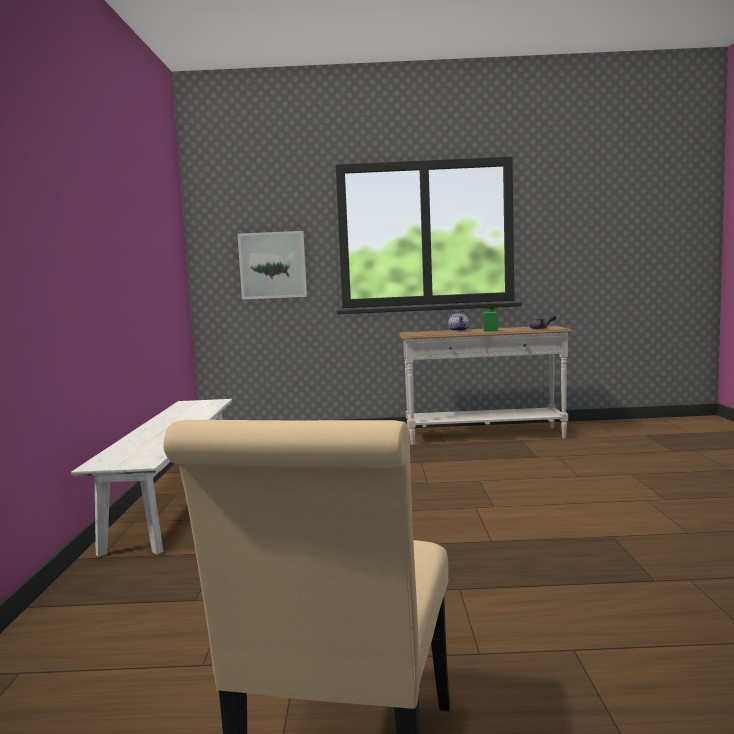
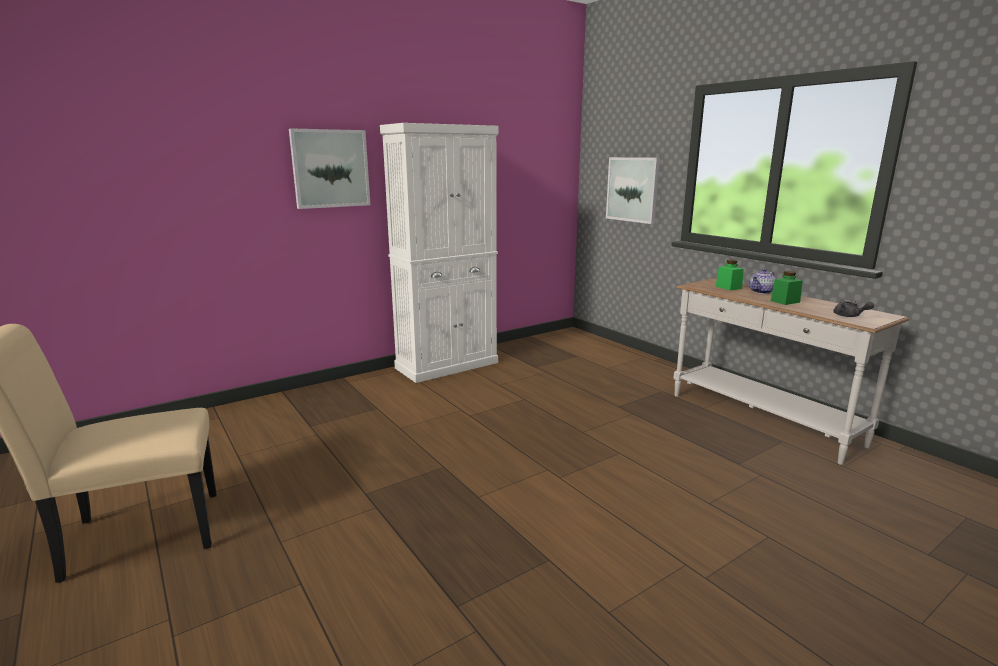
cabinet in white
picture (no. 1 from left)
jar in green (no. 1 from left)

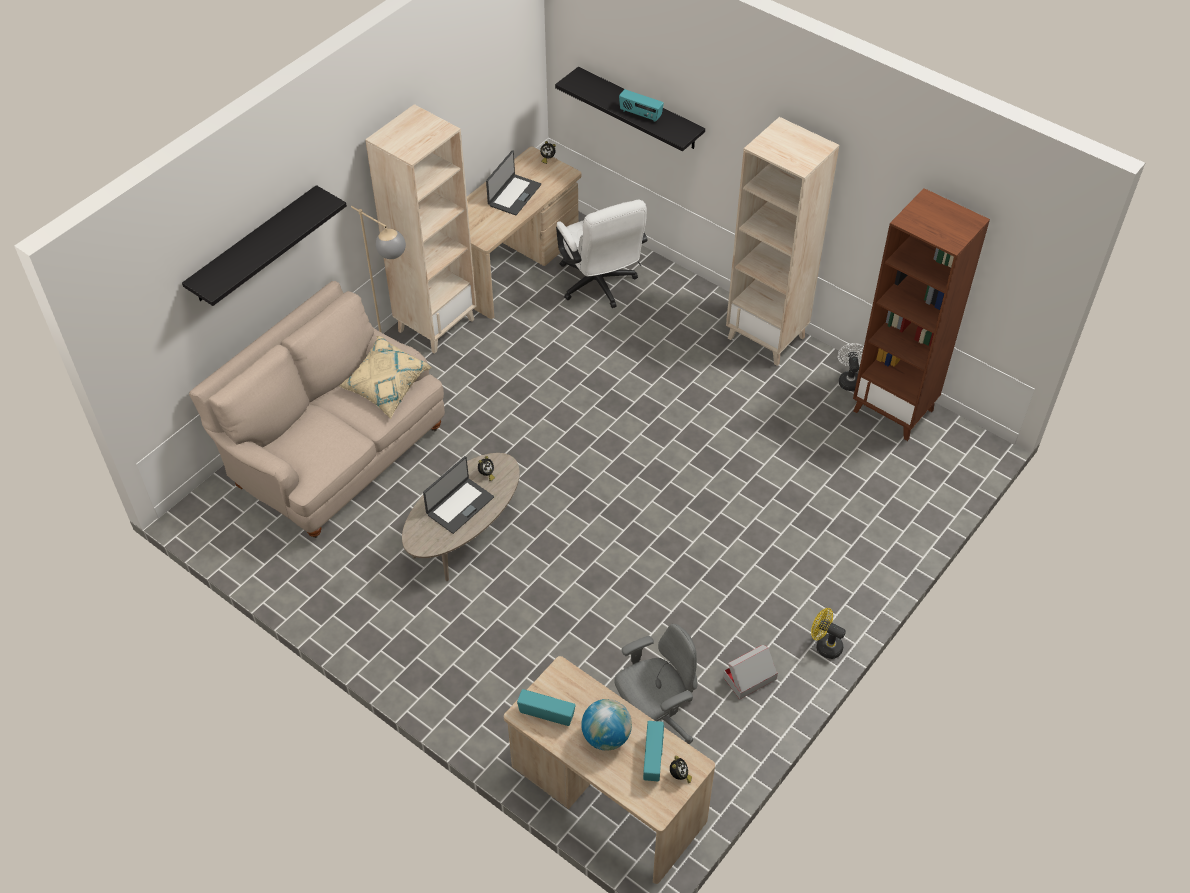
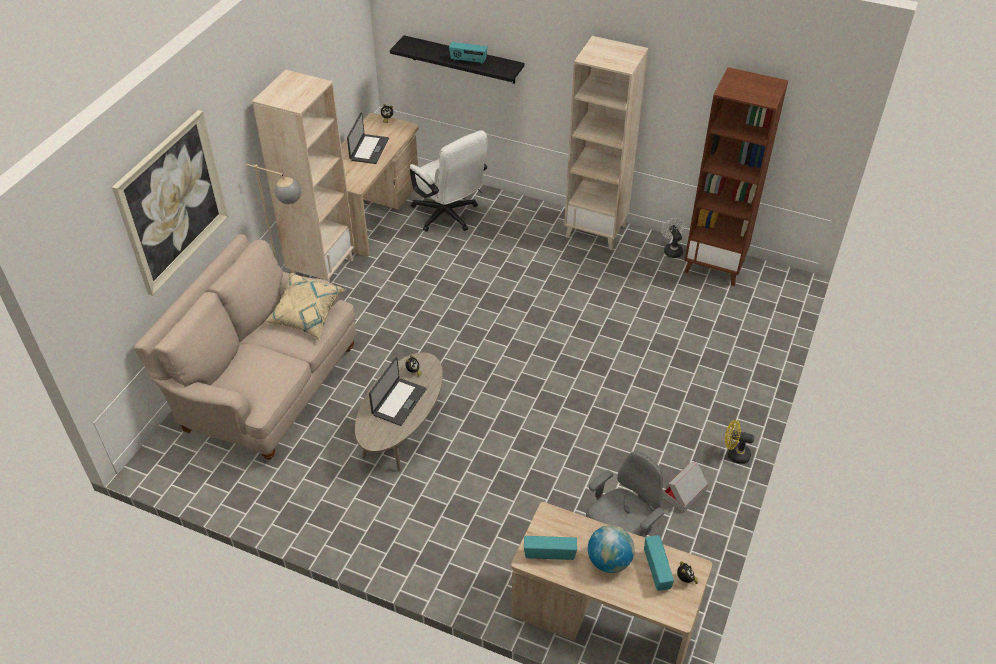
picture

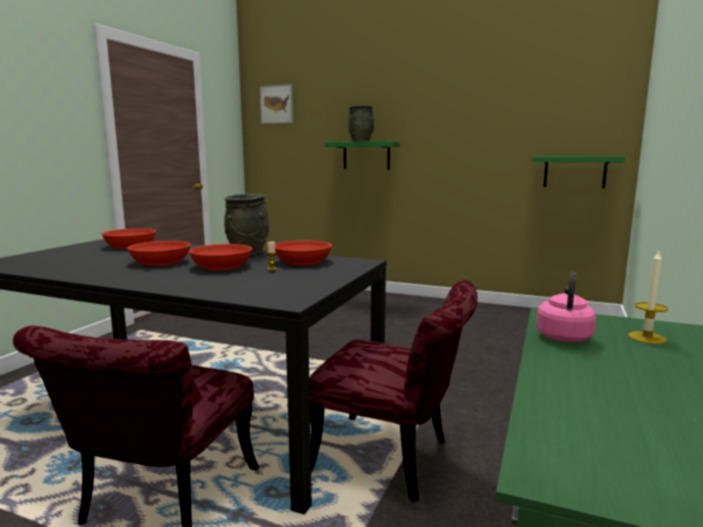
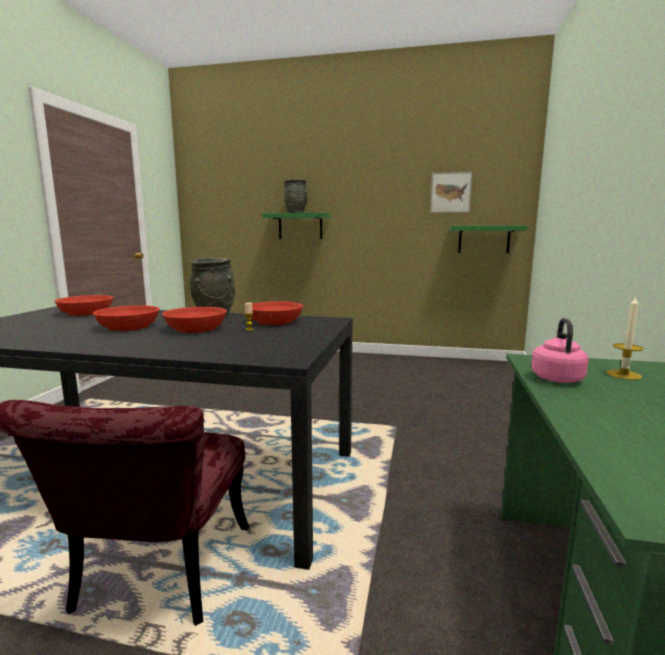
picture
chair in red (no. 2 from left in the first image)

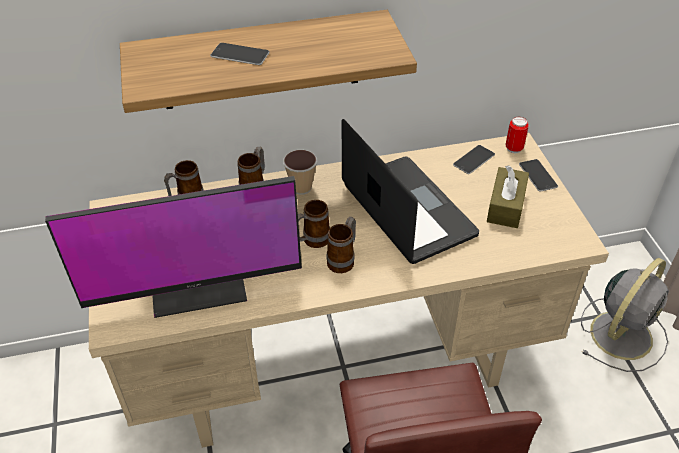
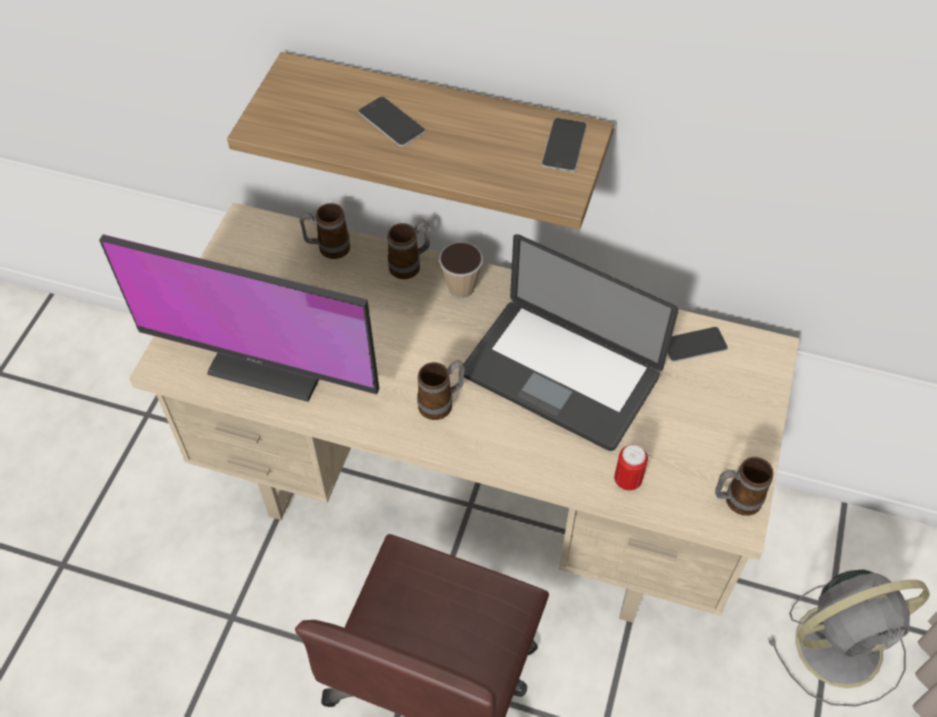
mug (no. 4 from left)
laptop
tissue box in brown
can
phone (no. 2 from left)

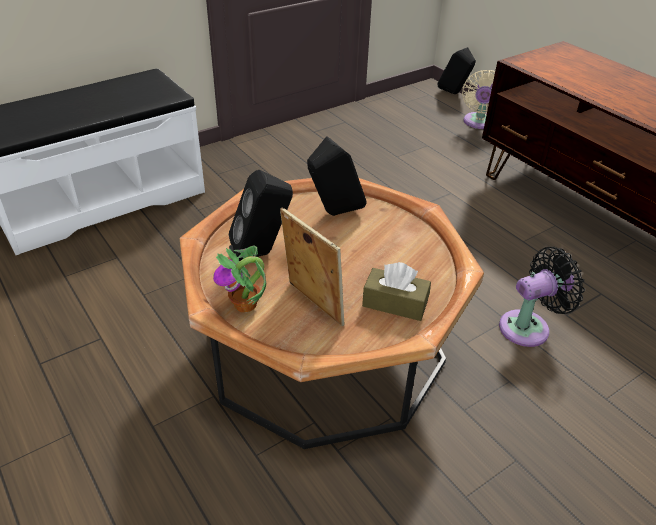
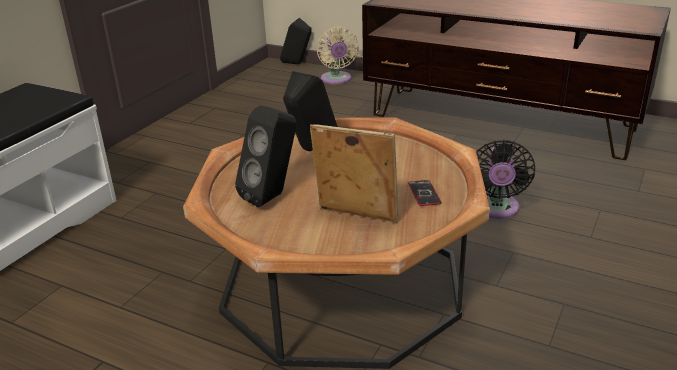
potted plant
phone
fan in black

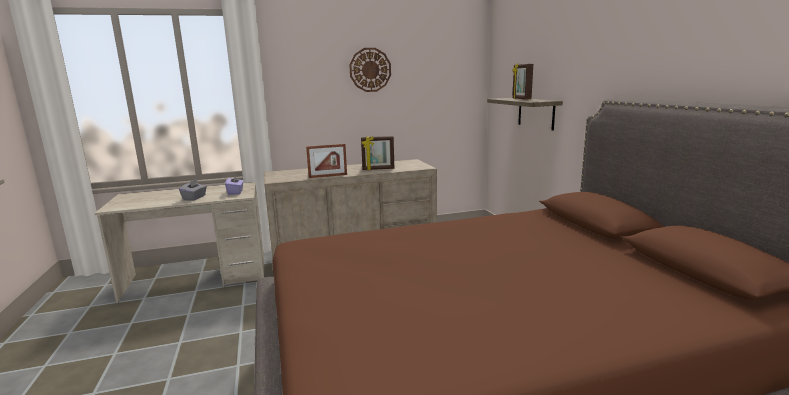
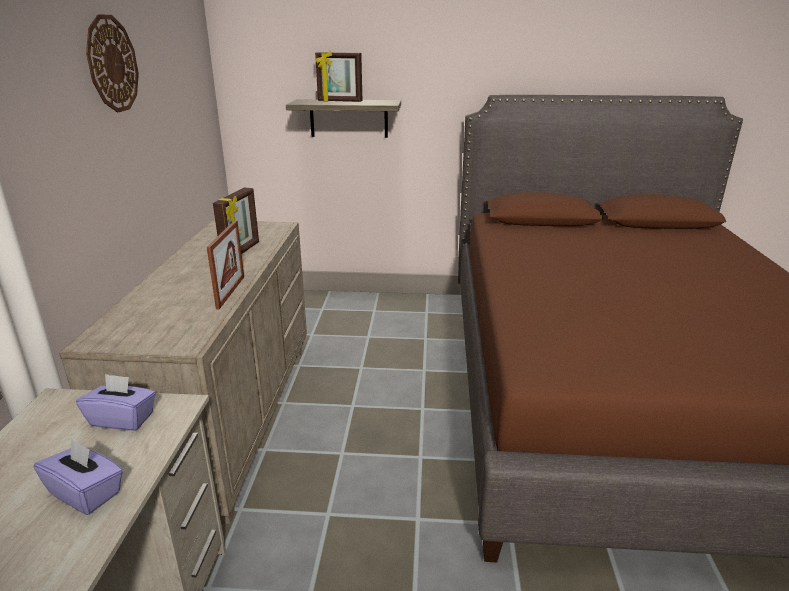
tissue box in purple (no. 1 from left)

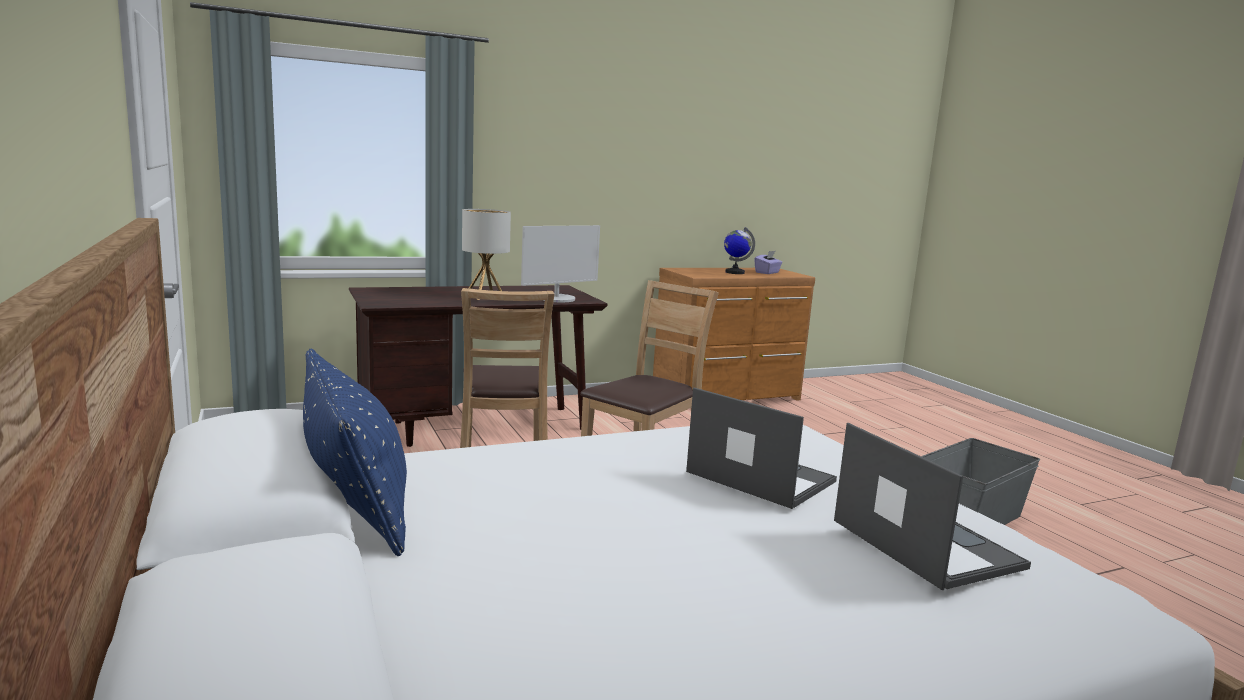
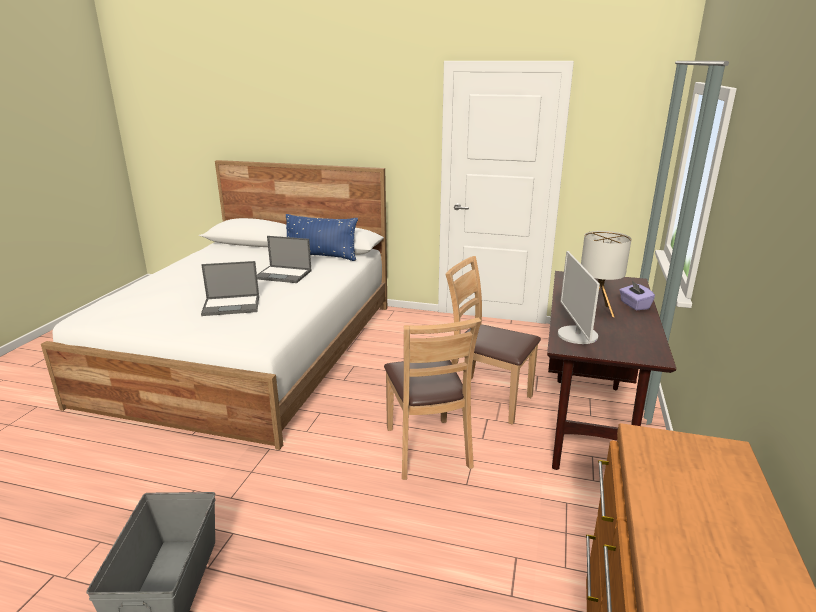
globe
tissue box in purple
laptop (no. 2 from left)

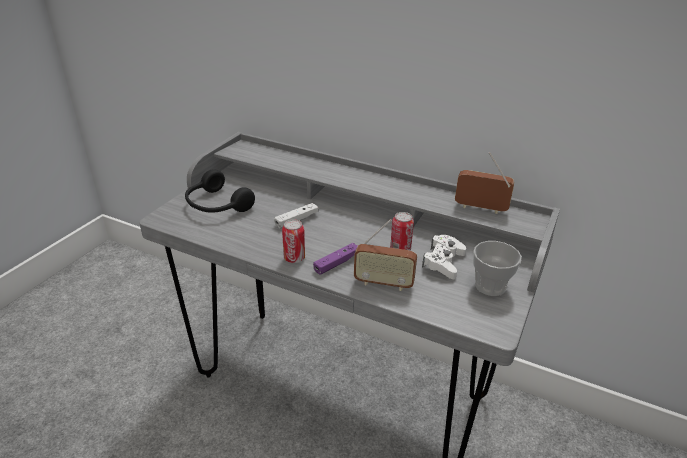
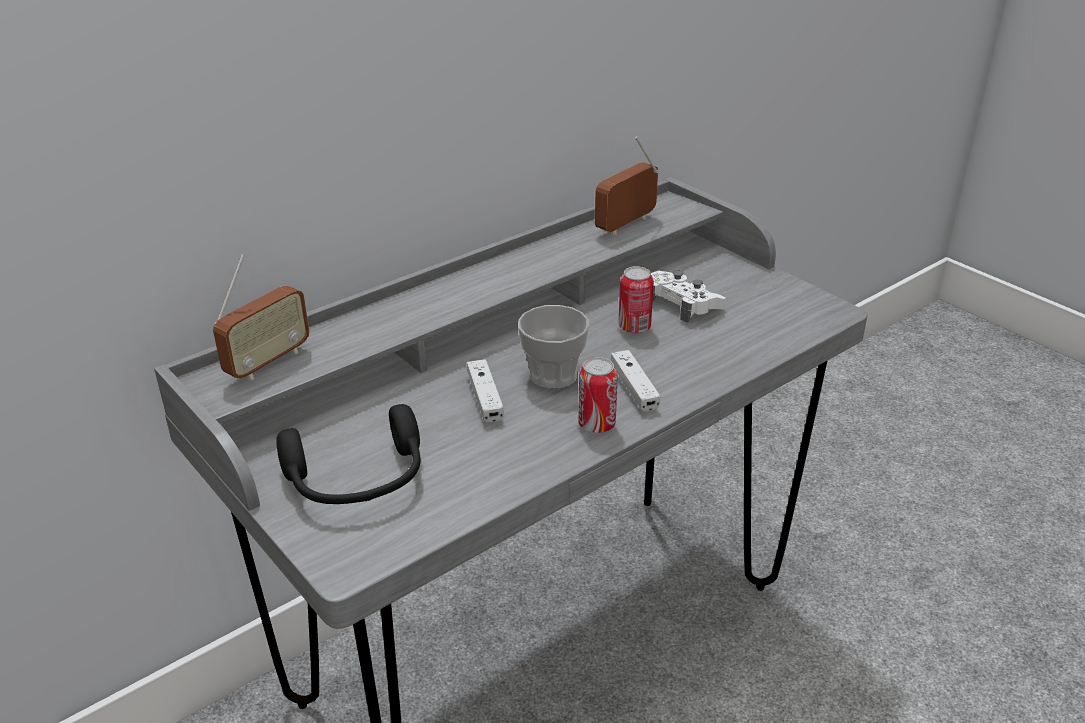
game controller in white (no. 2 from left)
radio (no. 1 from left)
cup

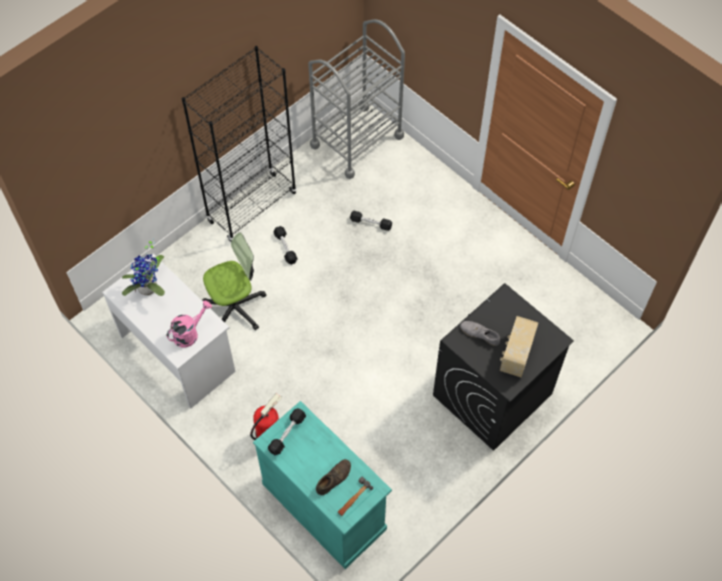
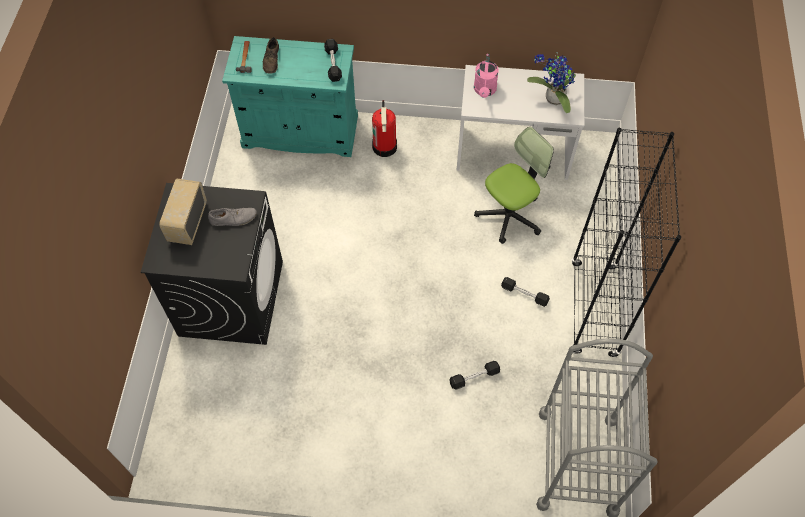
office chair
radio

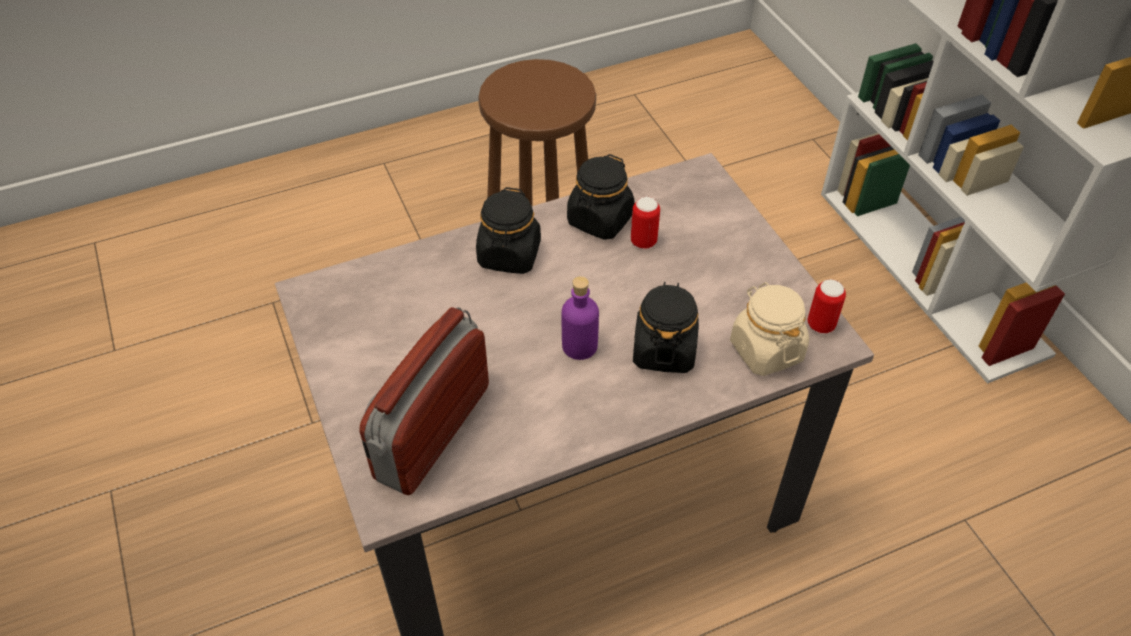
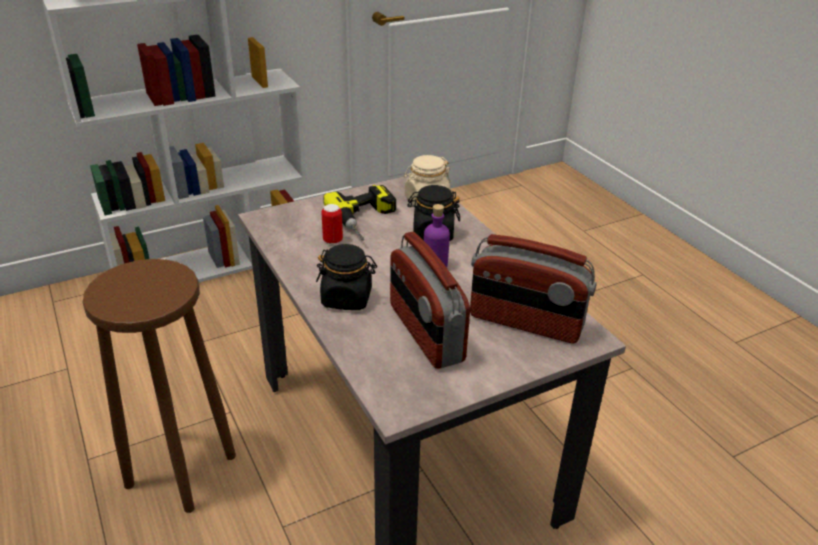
jar in black (no. 2 from left in the first image)
can (no. 2 from left in the first image)
power drill
radio (no. 1 from left)

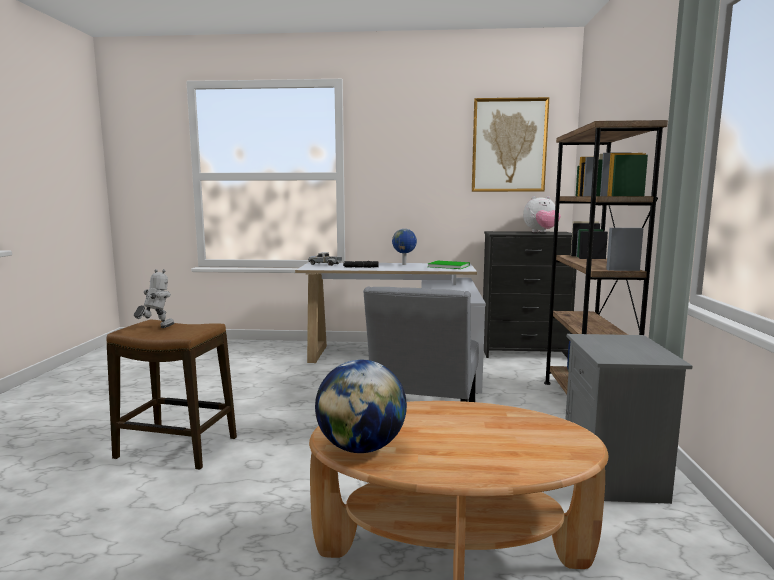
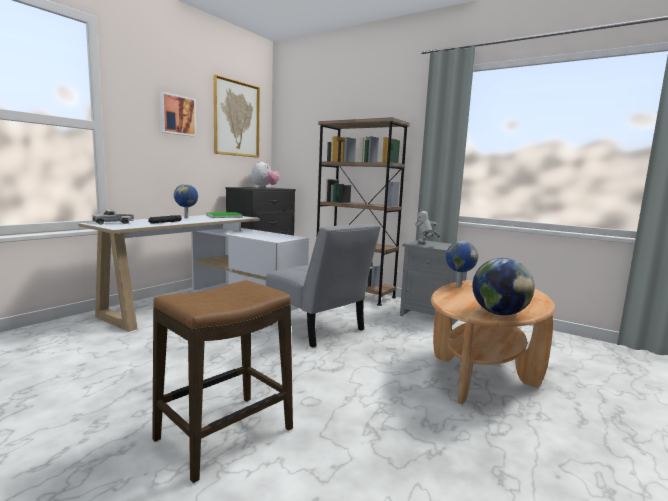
toy robot
picture (no. 1 from left)
globe (no. 2 from left)

